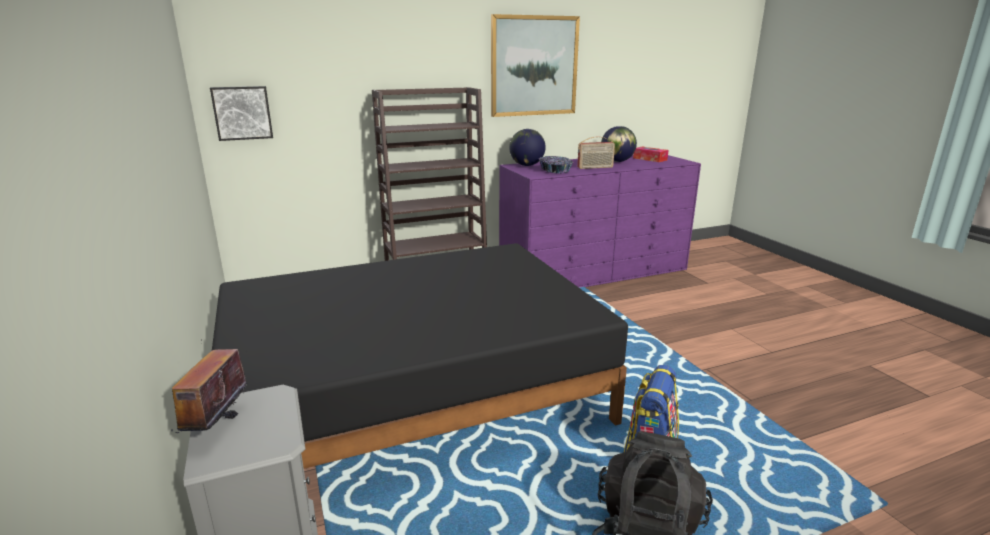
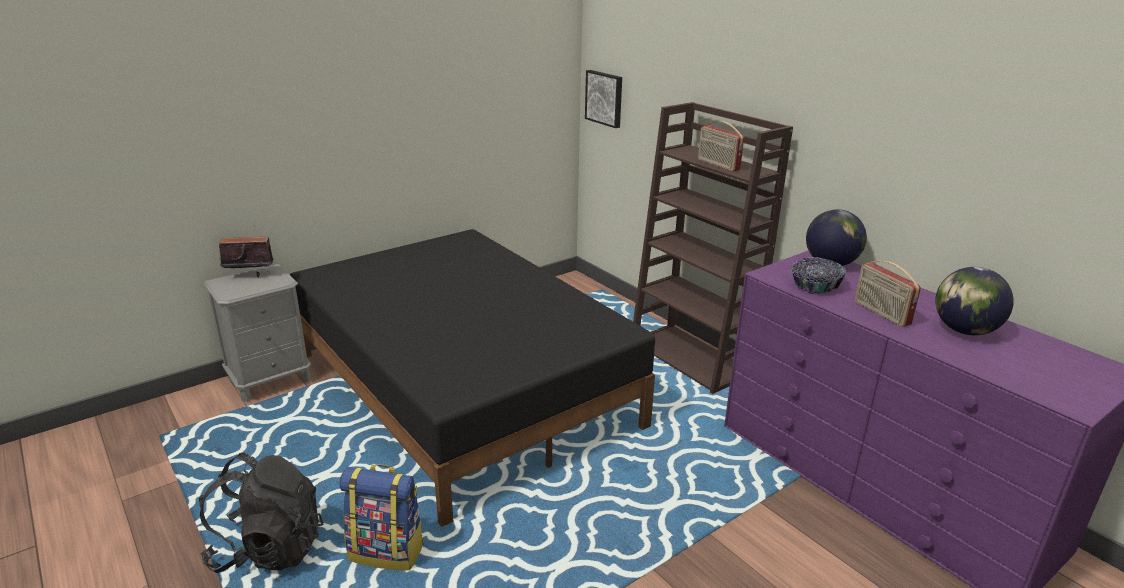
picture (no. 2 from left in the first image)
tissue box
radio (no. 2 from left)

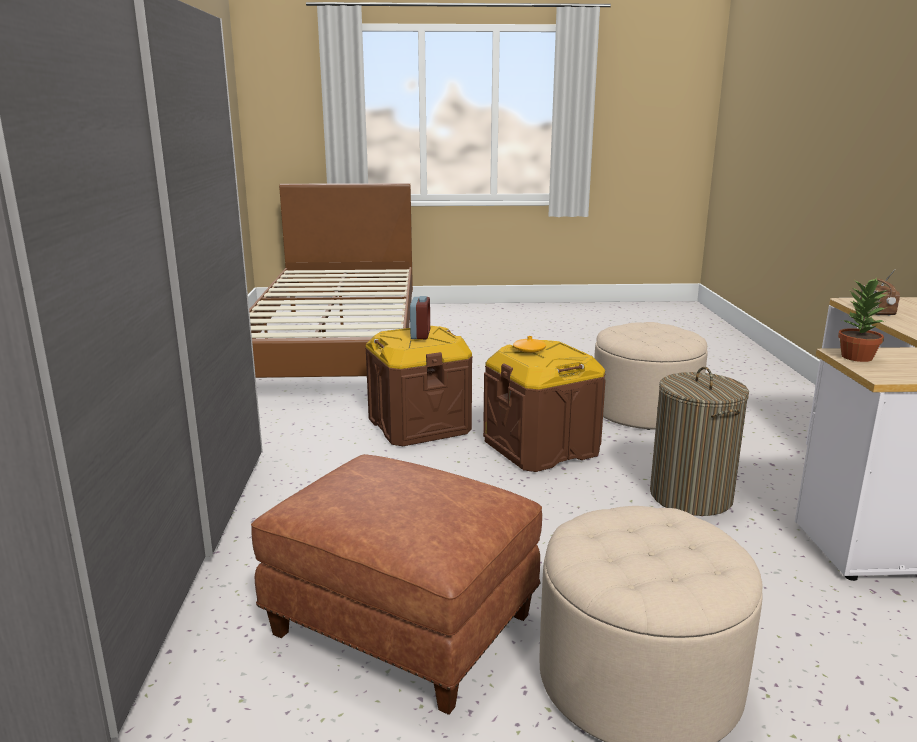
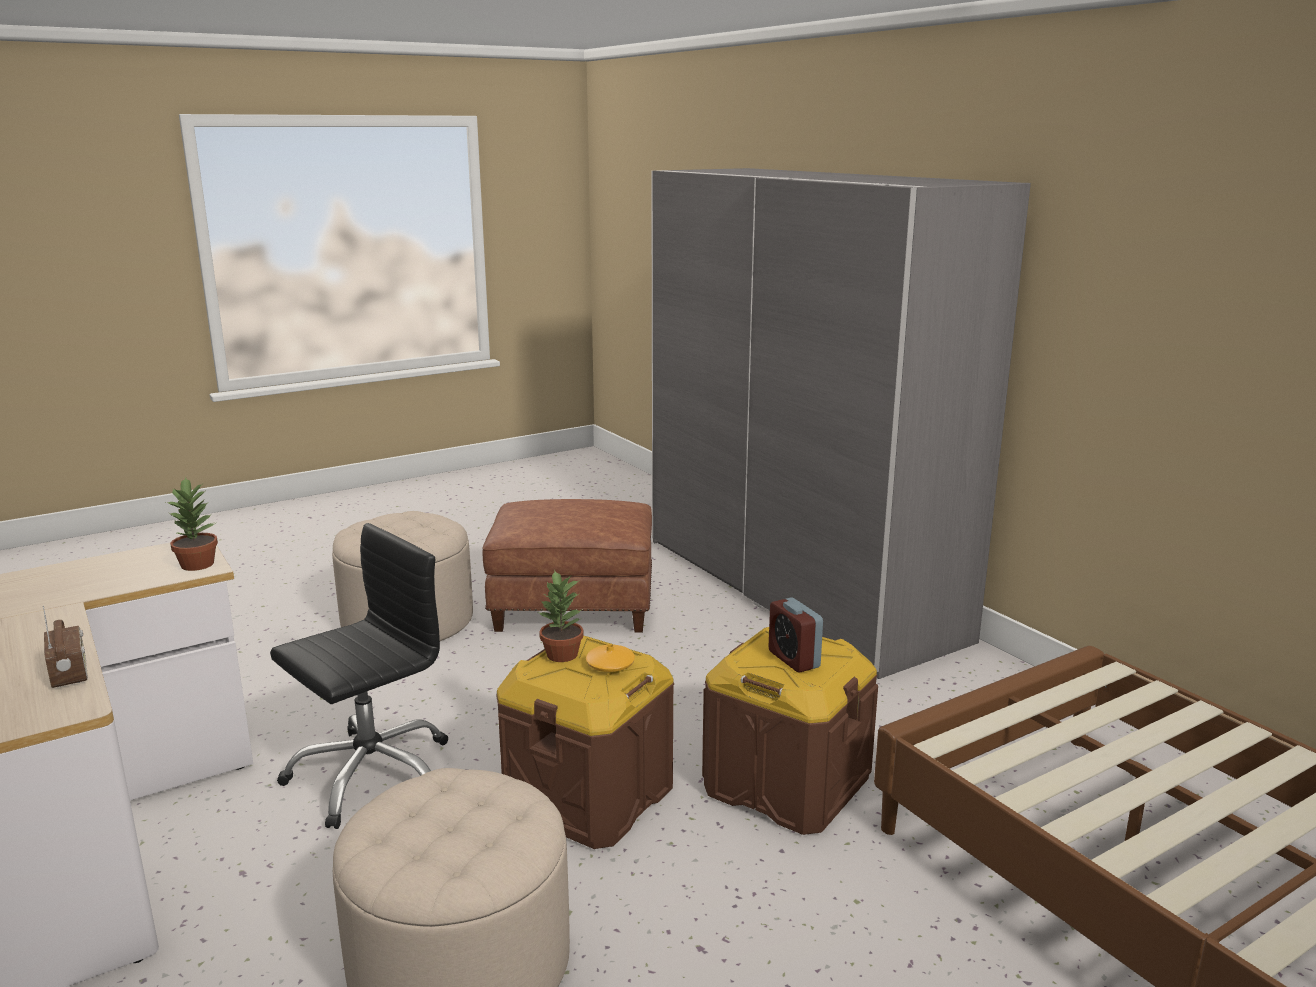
office chair in black
potted plant (no. 2 from left)

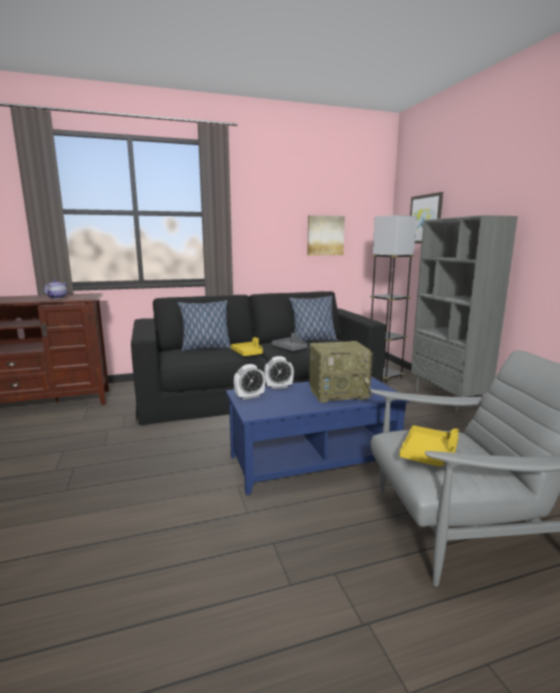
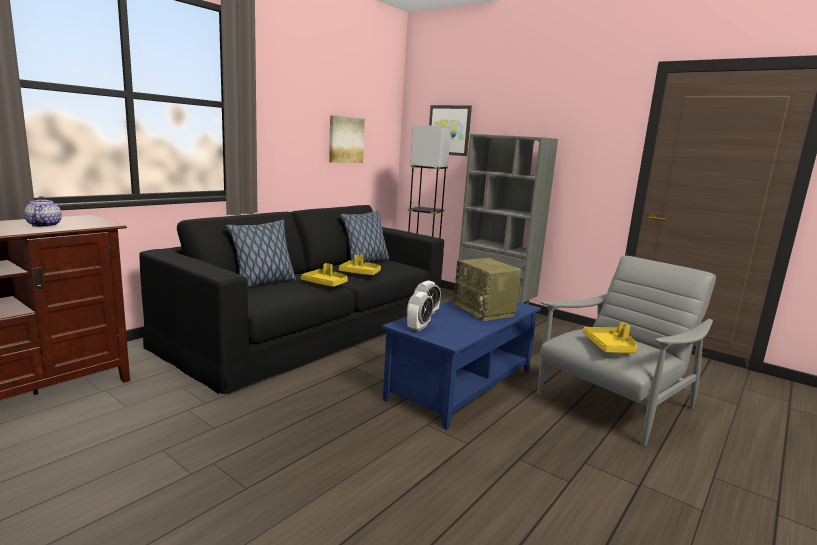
tray in yellow (no. 2 from left)
radio

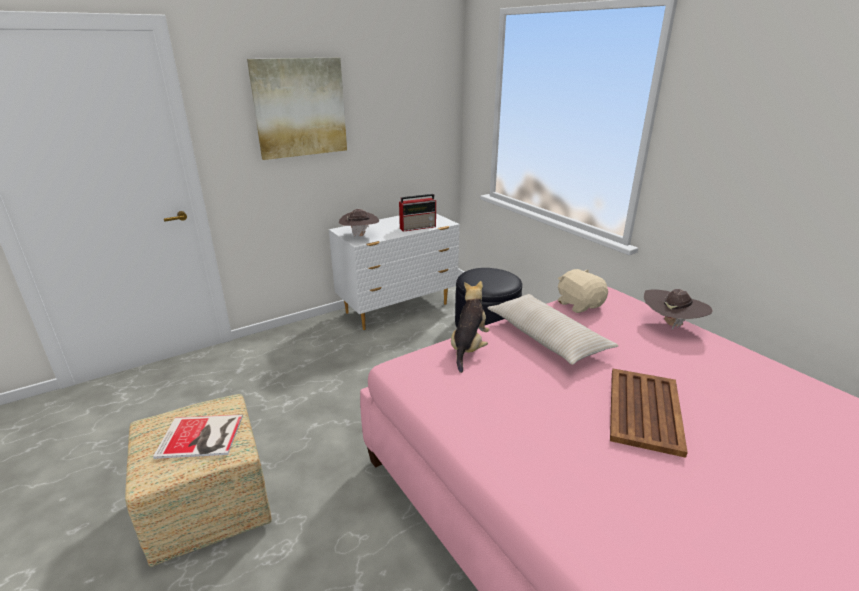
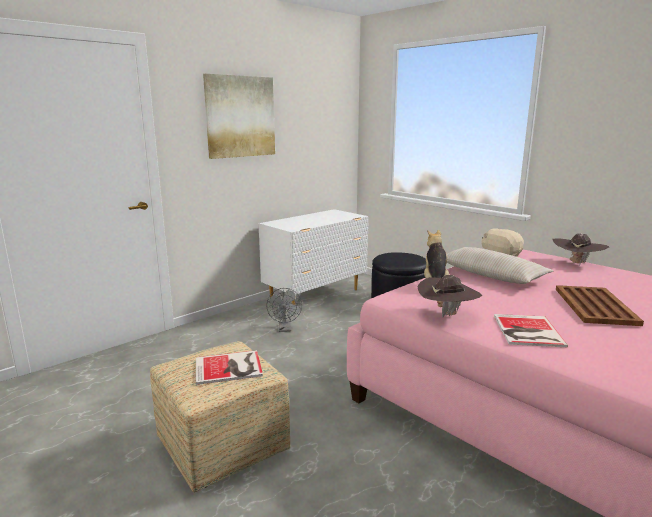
hat in brown (no. 1 from left)
radio
fan in grey
book (no. 2 from left)

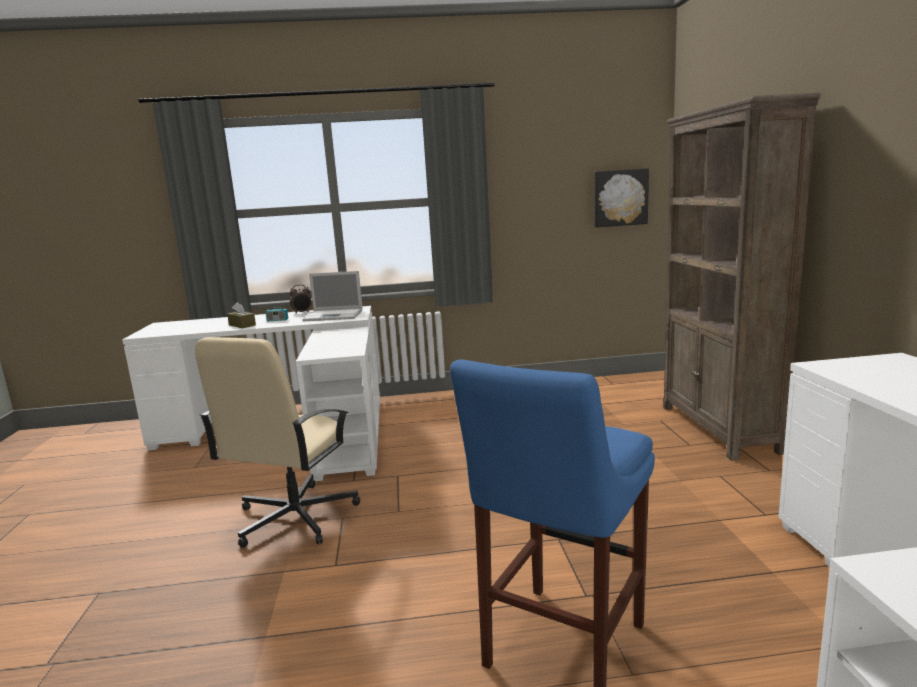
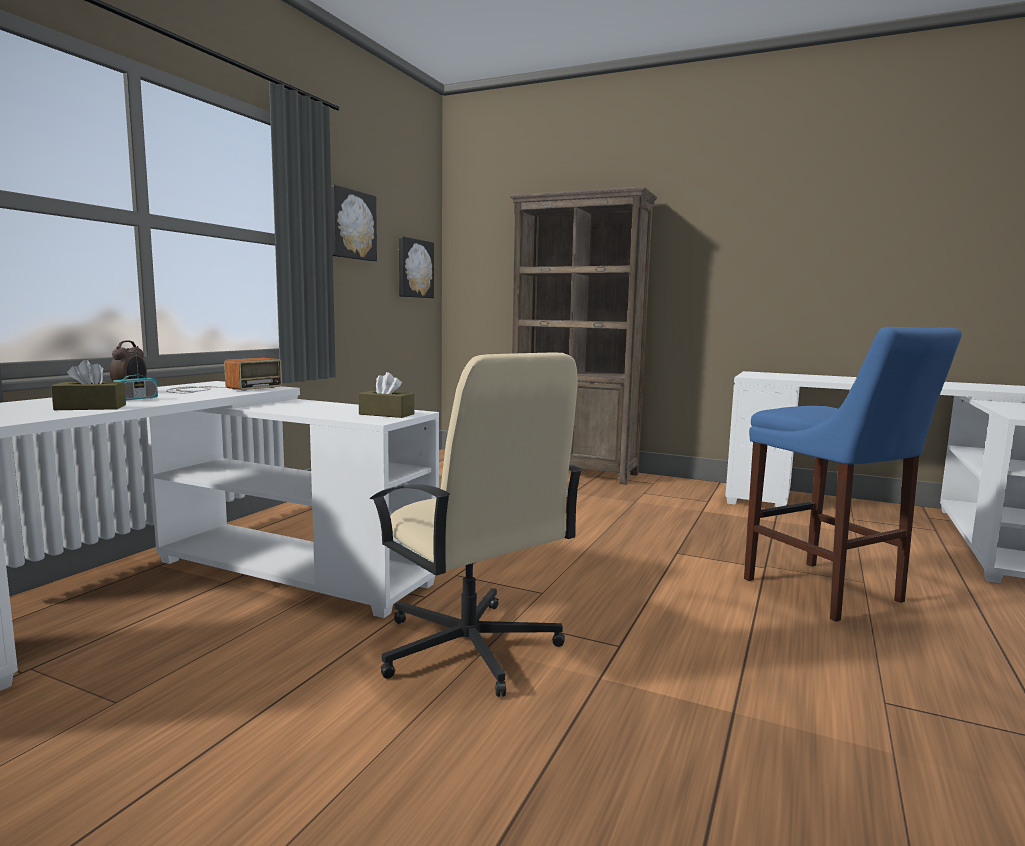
radio (no. 2 from left)
picture (no. 1 from left)
tissue box in brown (no. 2 from left)

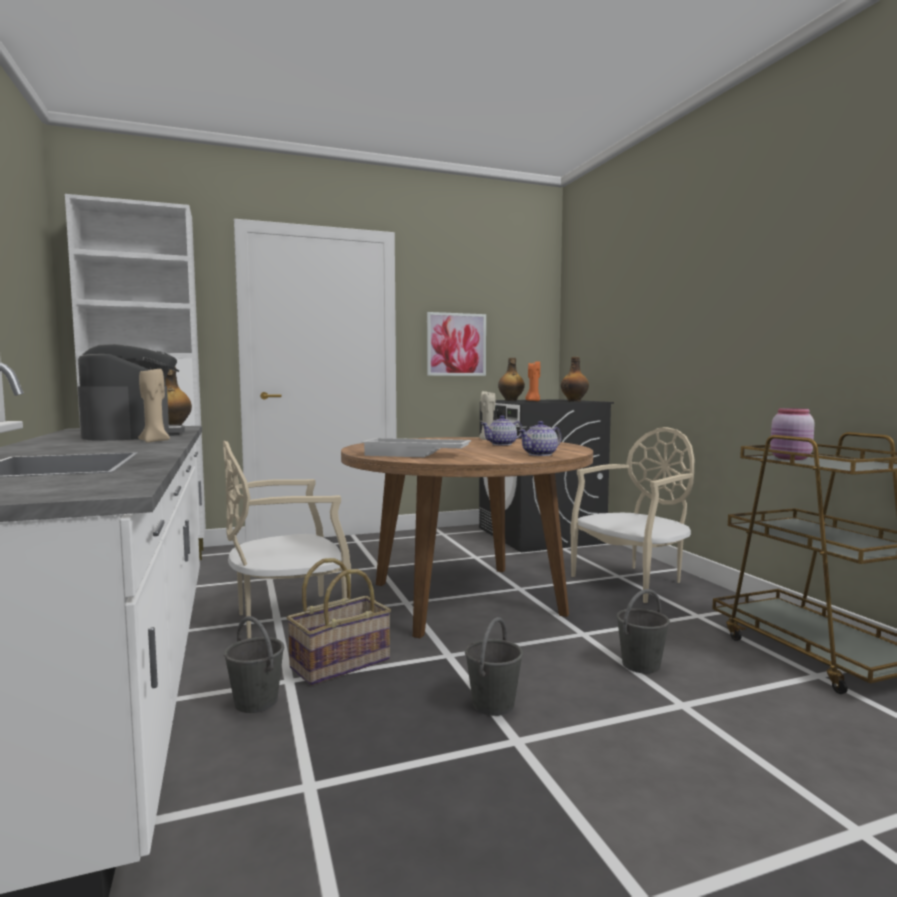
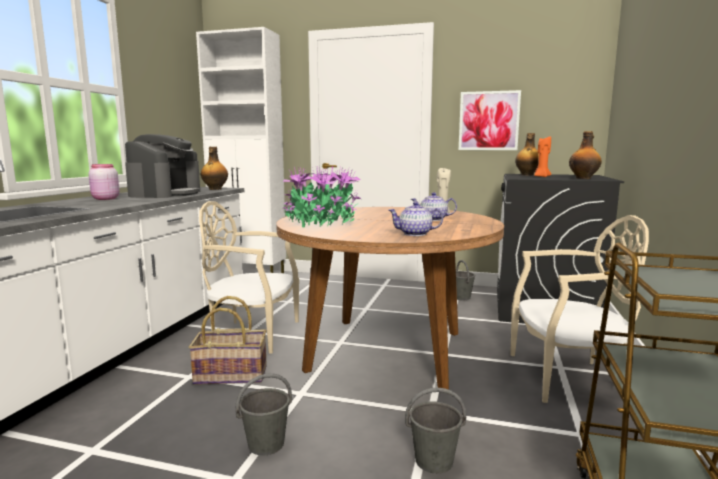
candle in beige (no. 1 from left in the first image)
bucket in grey (no. 3 from left)
potted plant
jar in pink

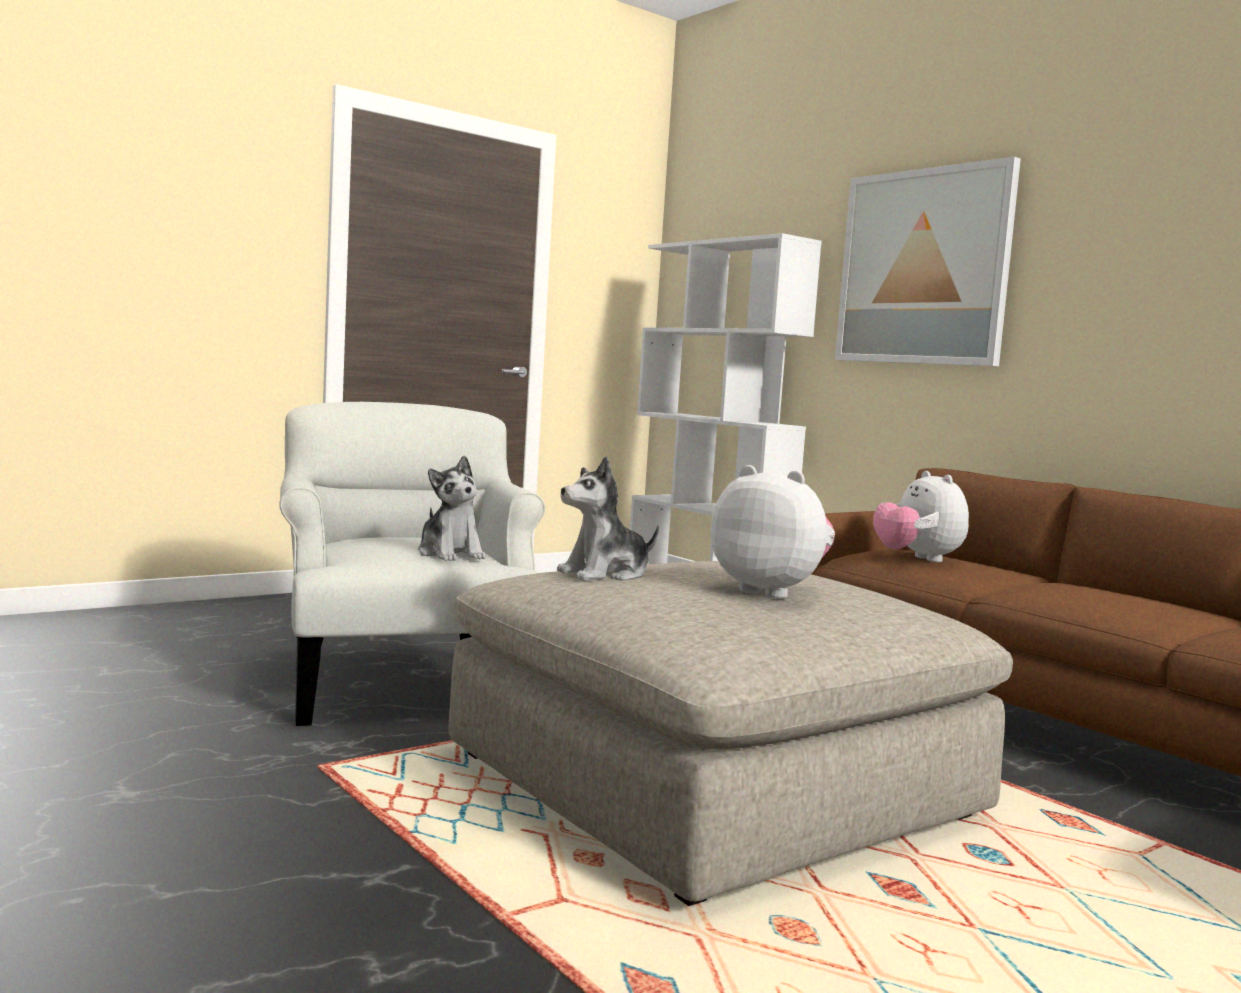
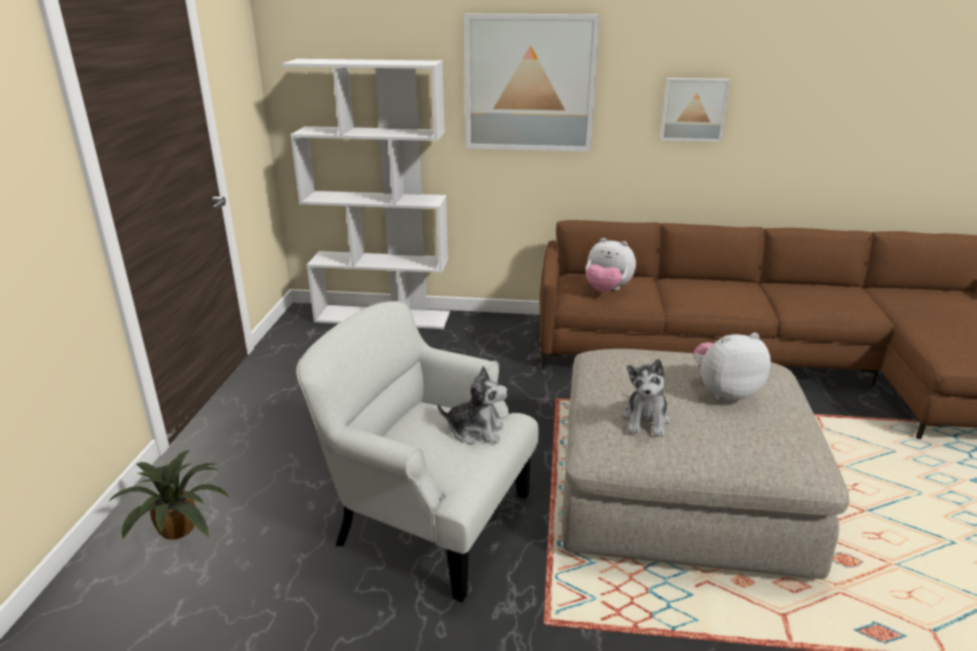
potted plant
picture (no. 2 from left)

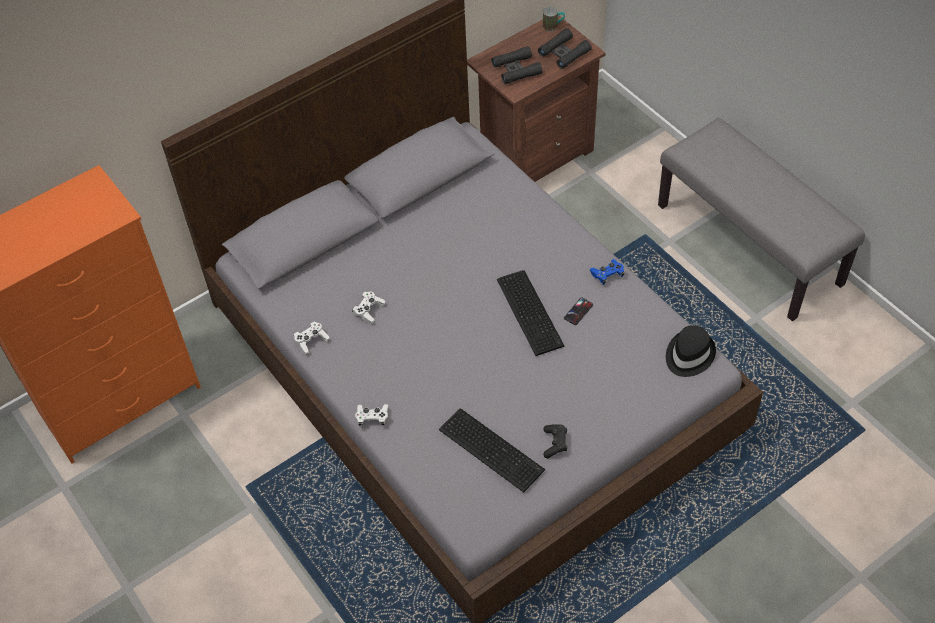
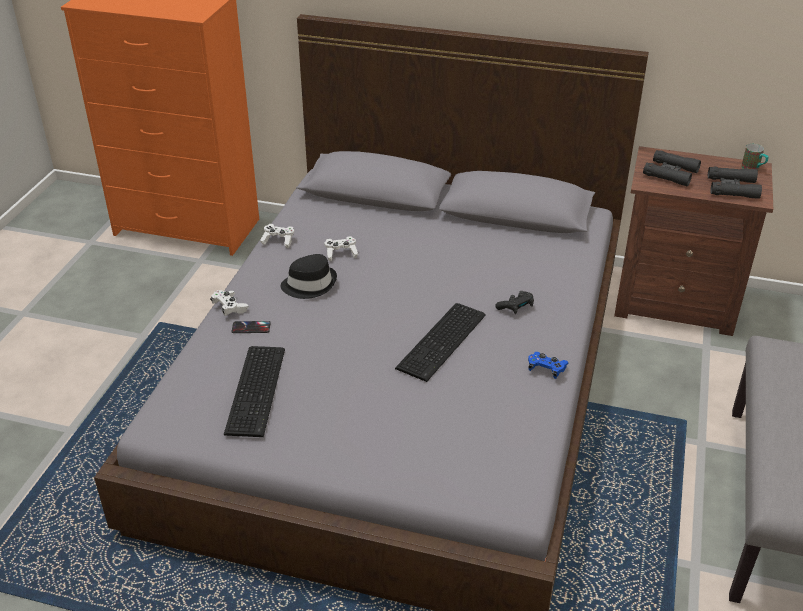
game controller in black
phone
hat in black

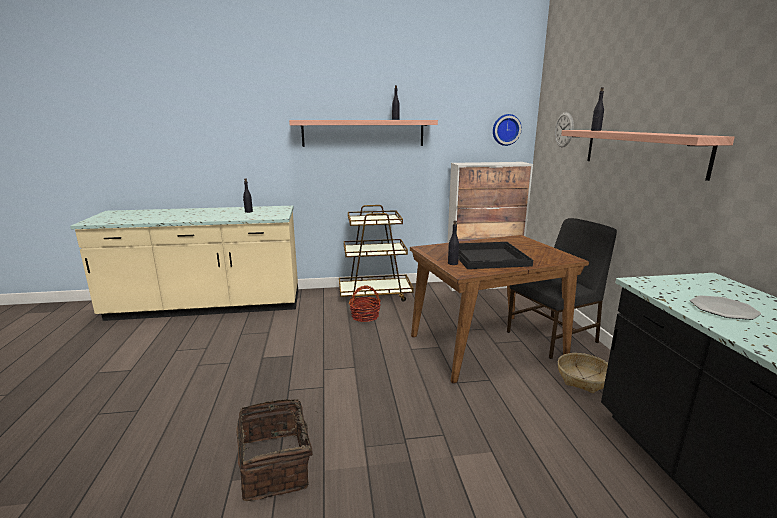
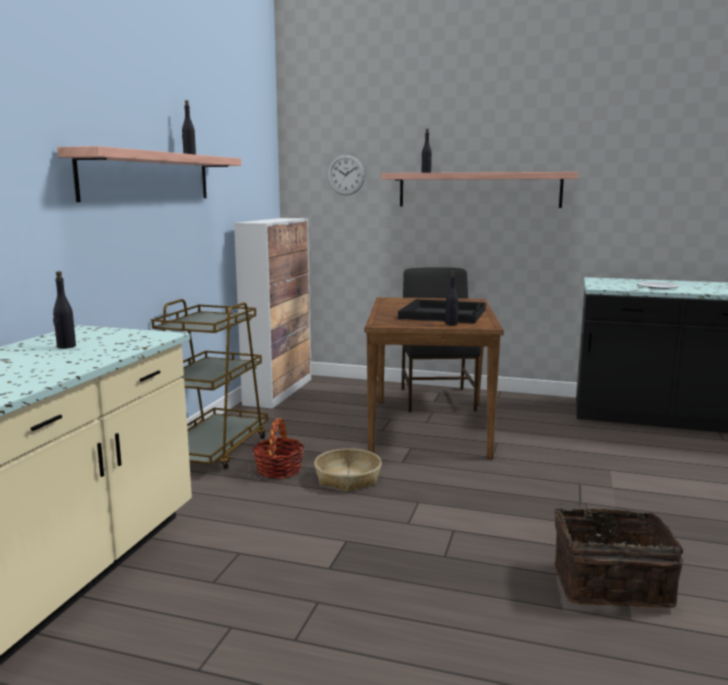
wall clock (no. 1 from left in the first image)
basket (no. 2 from left)

